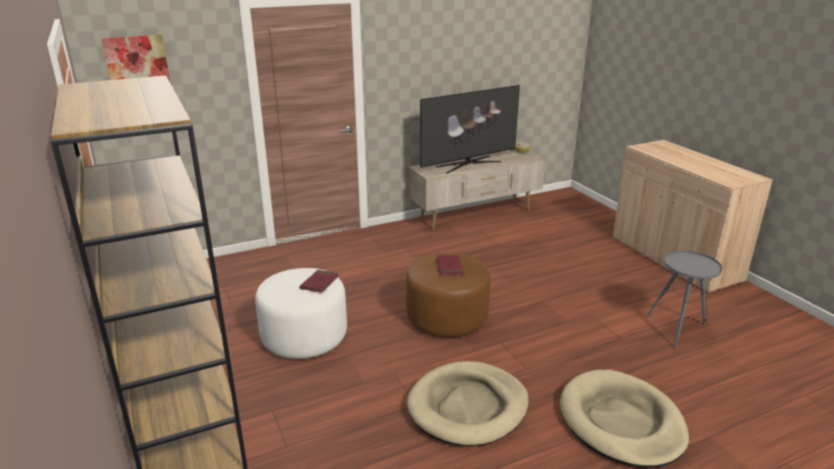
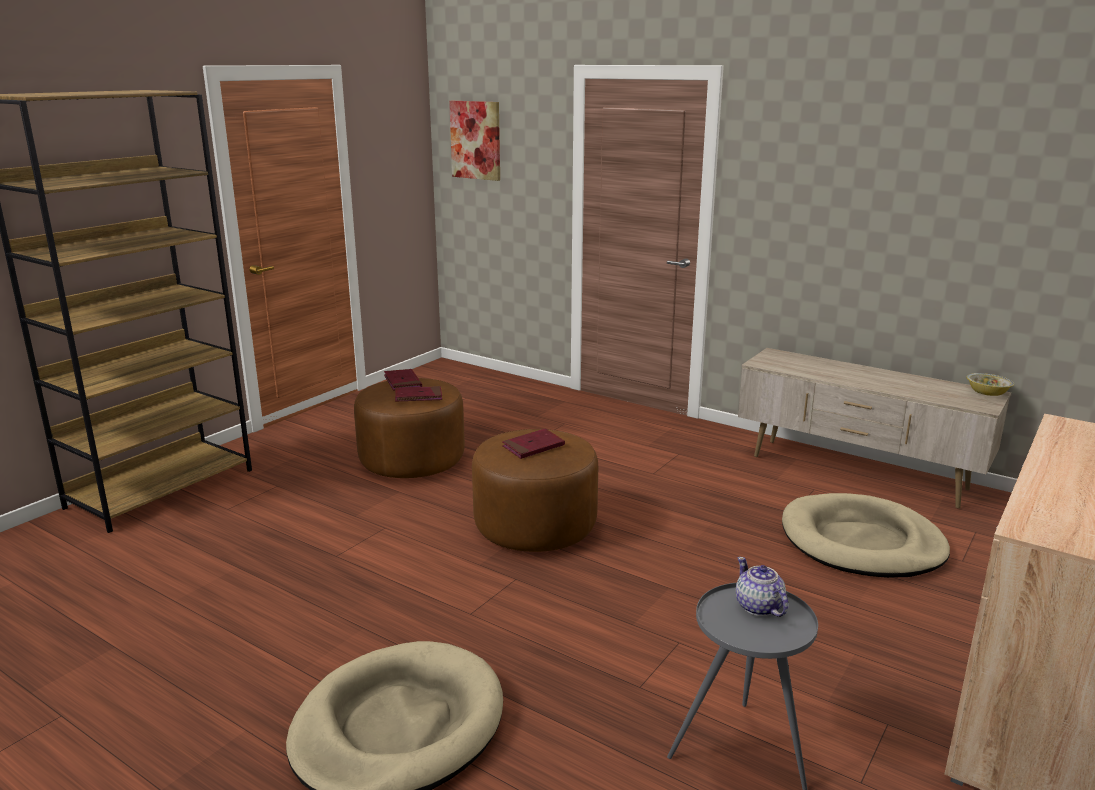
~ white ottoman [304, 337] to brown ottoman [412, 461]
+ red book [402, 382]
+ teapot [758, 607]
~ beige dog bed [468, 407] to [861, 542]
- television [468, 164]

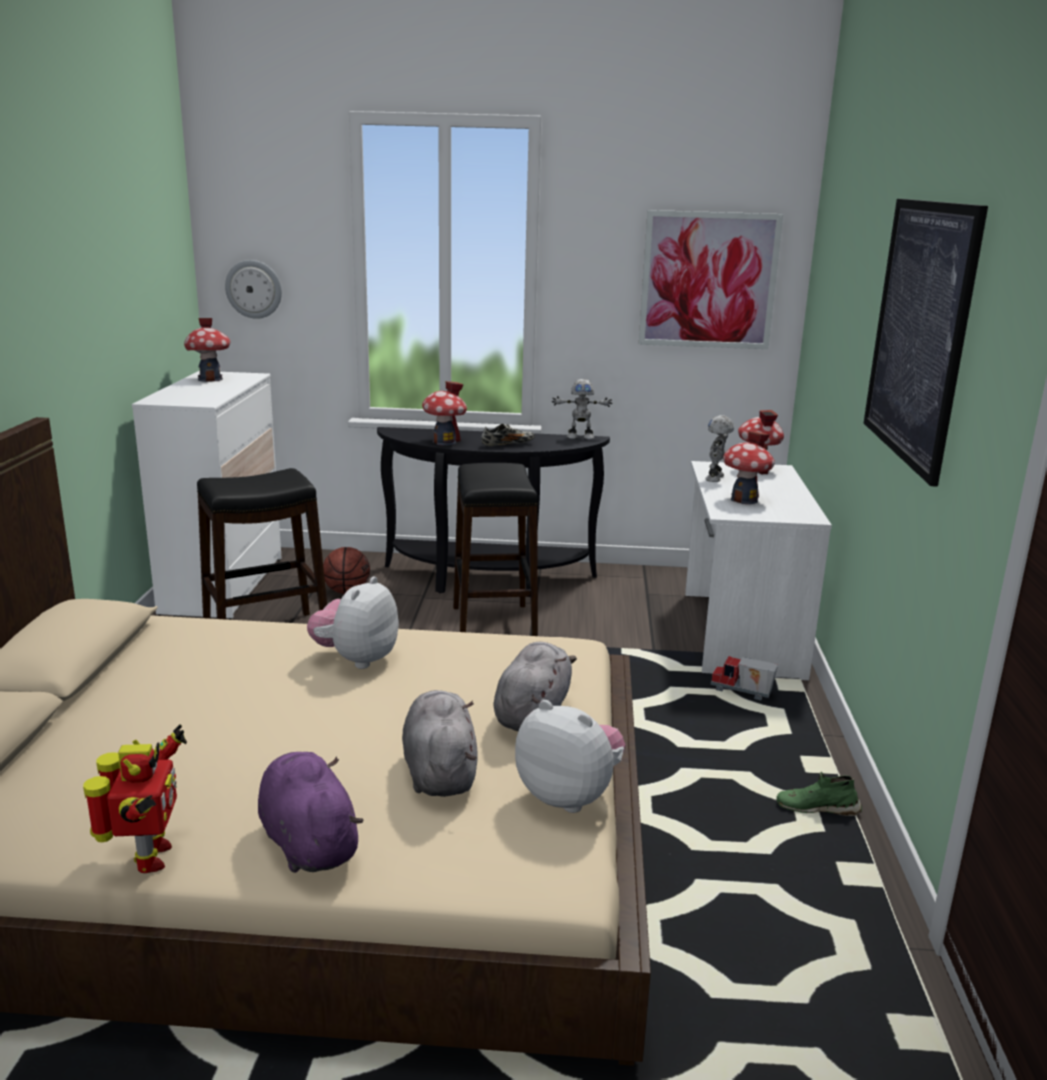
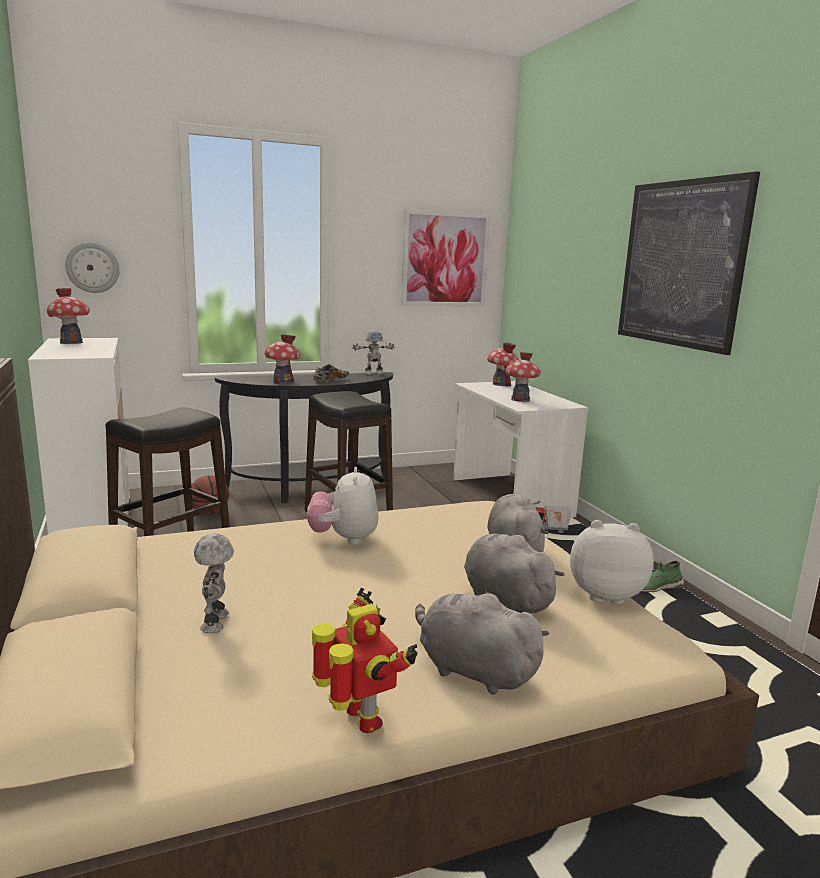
~ toy robot [715, 478] to [217, 622]
~ purple plush toy [308, 842] to grey plush toy [472, 670]

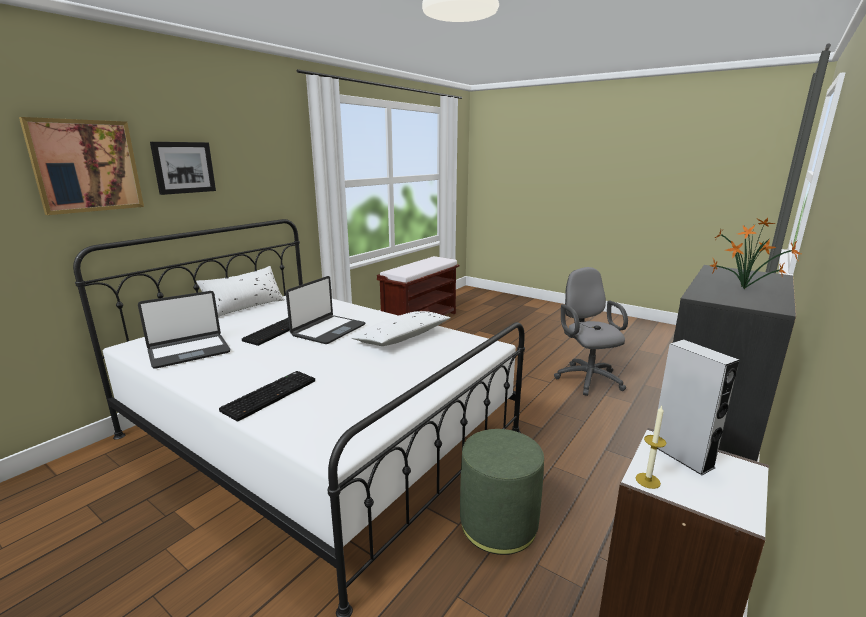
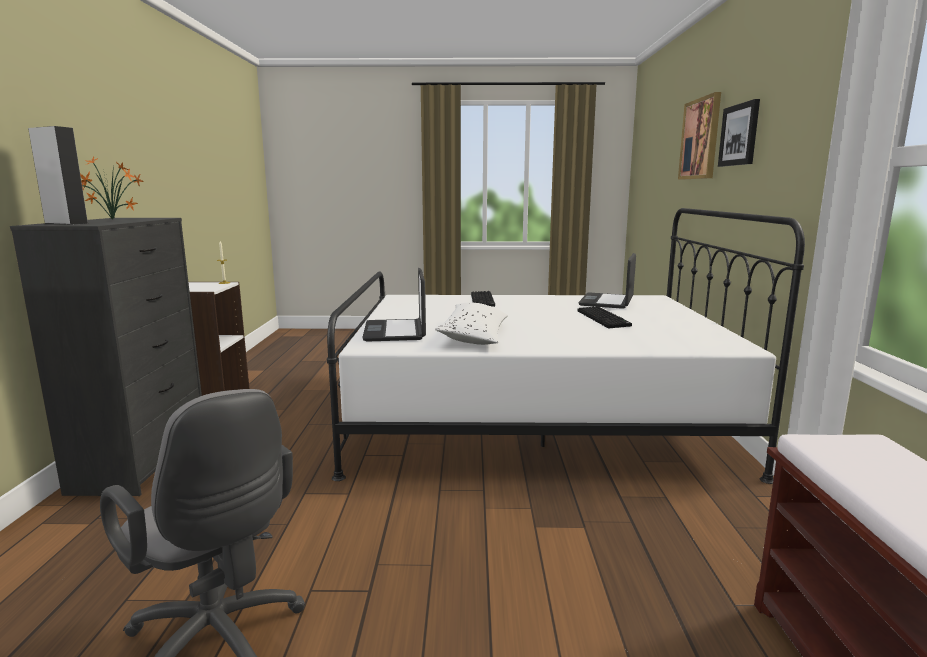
~ grey speaker [681, 455] to [66, 223]
~ laptop [328, 330] to [396, 331]
- white pillow [245, 307]
- green ottoman [498, 524]

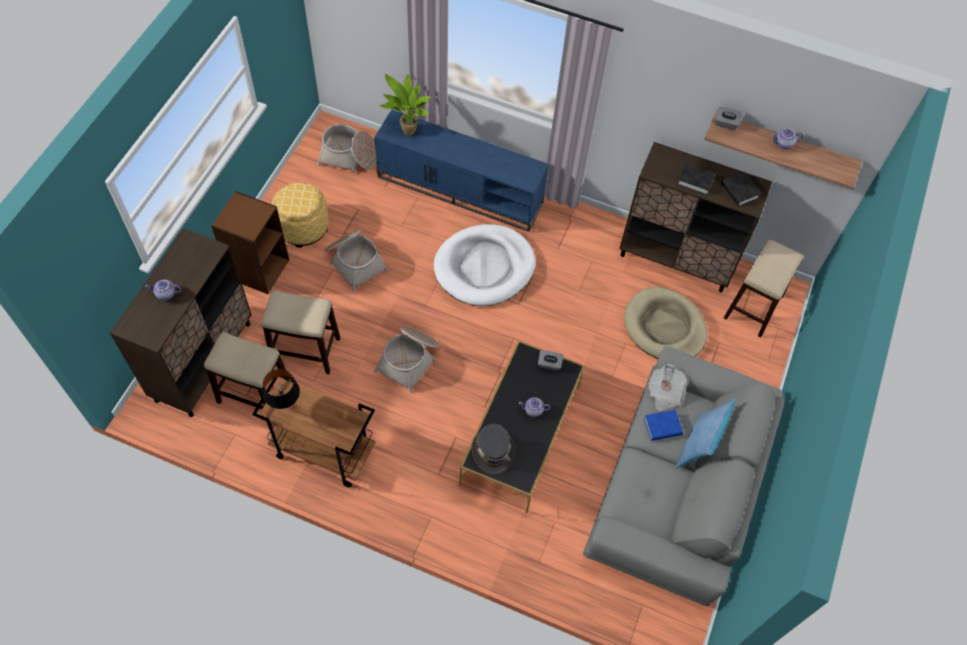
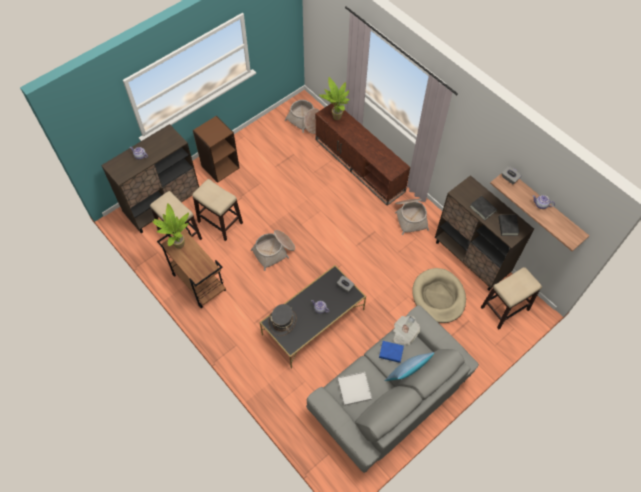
~ black table lamp [286, 406] to potted plant [178, 245]
~ blue tv stand [461, 189] to brown tv stand [360, 165]
+ white tray [354, 389]
~ basket [354, 262] to [410, 217]
- ottoman [303, 227]
- white dog bed [484, 267]

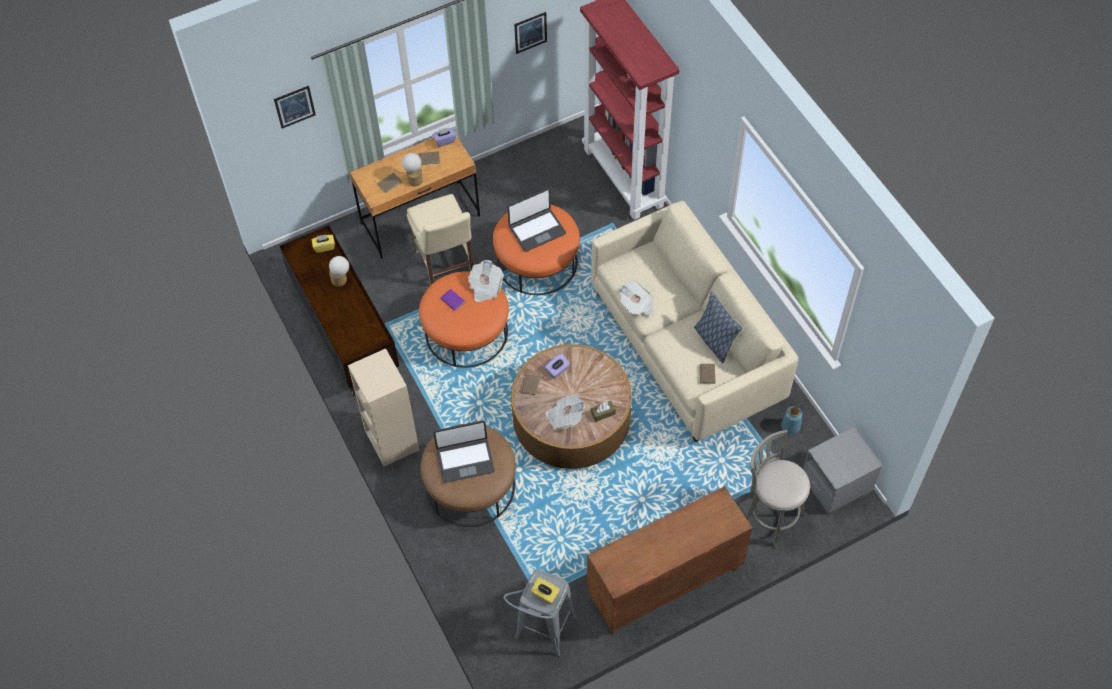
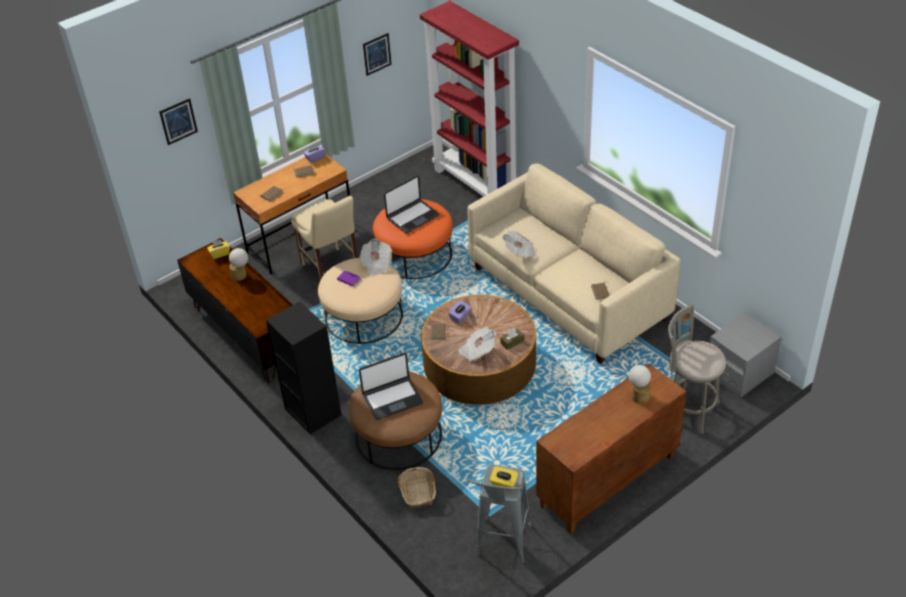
~ beige bookcase [391, 440] to black bookcase [312, 411]
~ orange ottoman [466, 332] to beige ottoman [363, 316]
+ basket [418, 492]
~ table lamp [414, 178] to [638, 395]
- pillow [714, 341]

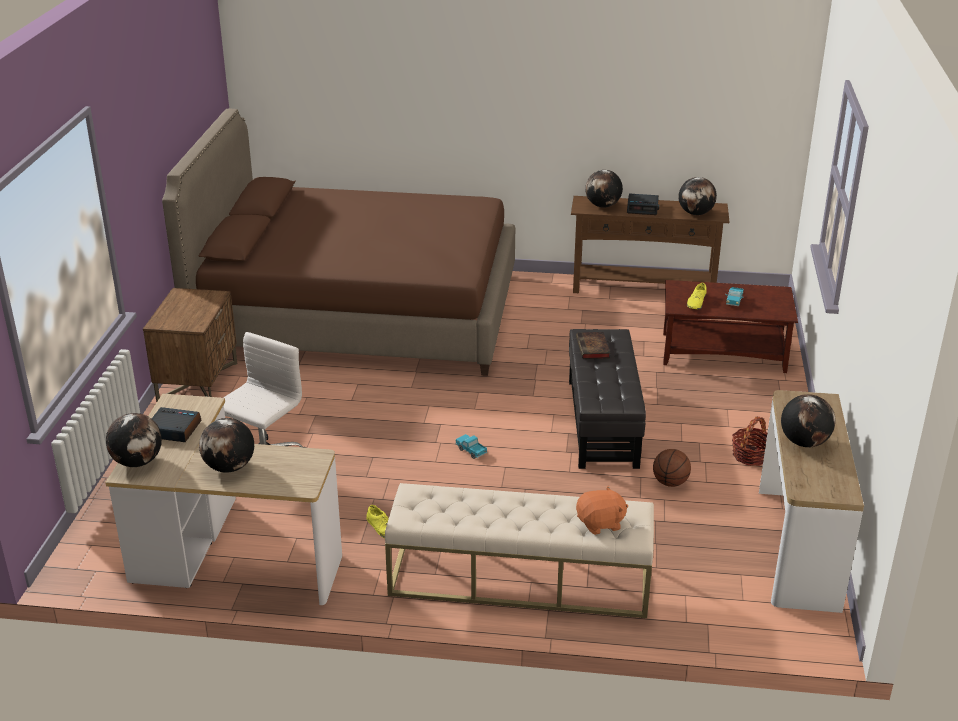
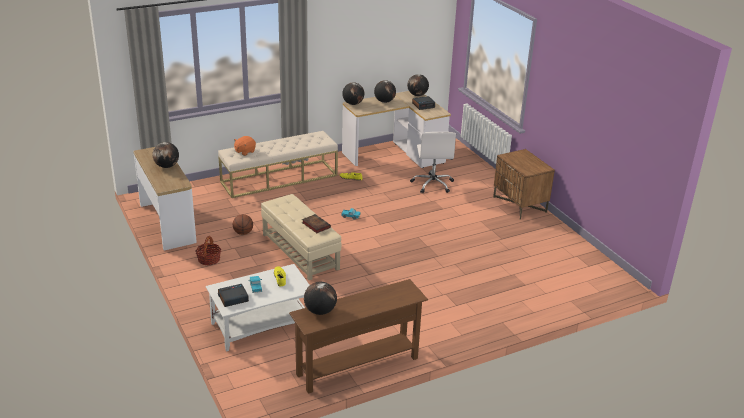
~ brown coffee table [724, 352] to white coffee table [261, 325]
~ alarm clock [643, 208] to [233, 298]
~ black ottoman [603, 422] to beige ottoman [300, 251]
~ globe [603, 206] to [353, 104]
- brown bed [358, 313]

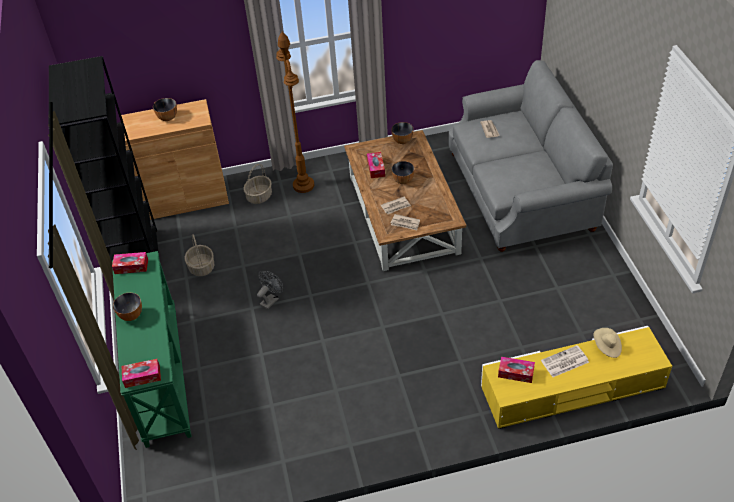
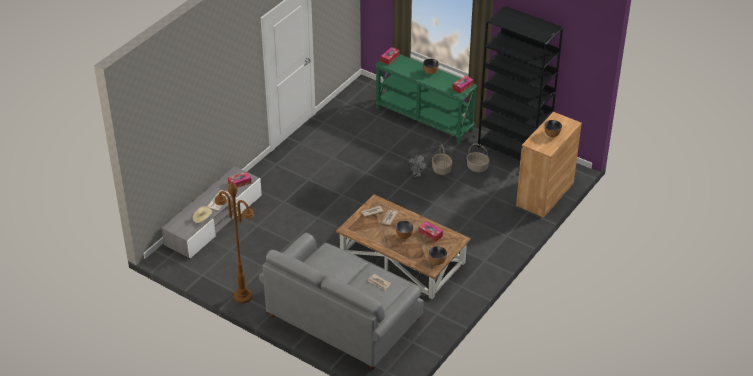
~ yellow tv stand [572, 388] to grey tv stand [214, 220]
~ brown floor lamp [303, 185] to [242, 296]
~ basket [259, 196] to [442, 169]

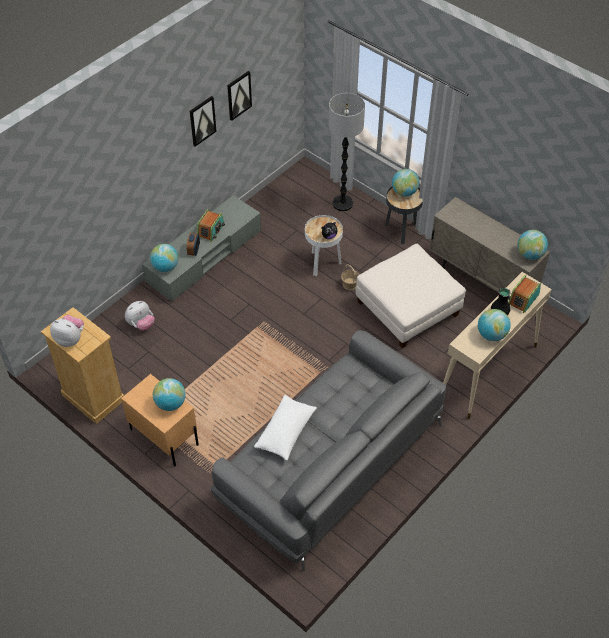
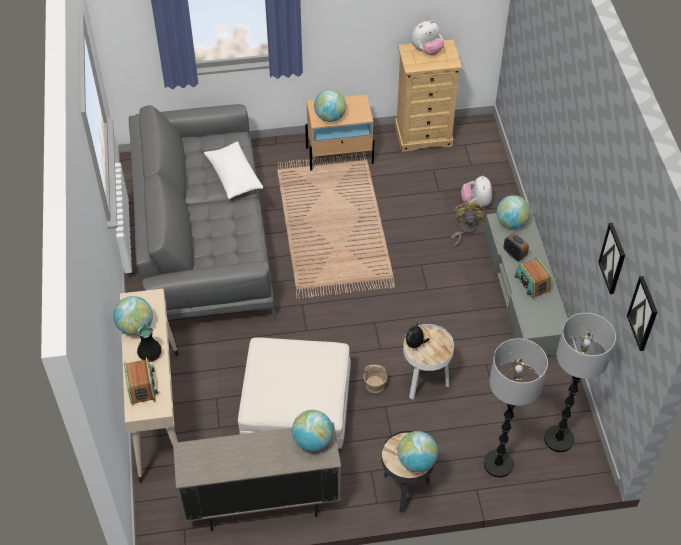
~ globe [530, 254] to [312, 441]
+ yellow fan [465, 230]
+ floor lamp [558, 439]
~ picture [202, 120] to [643, 313]

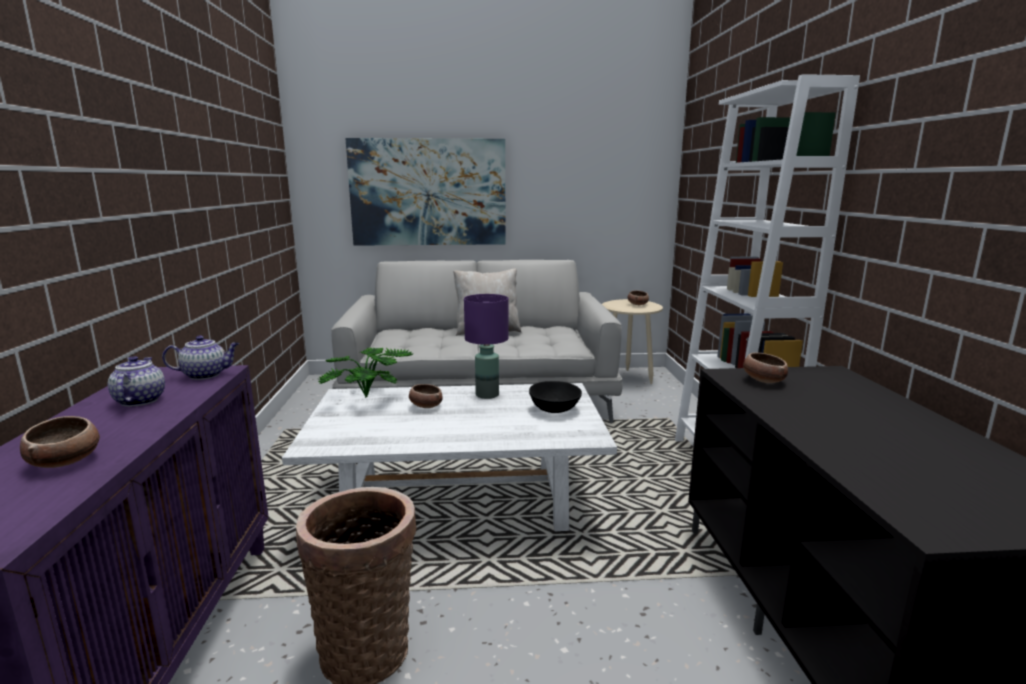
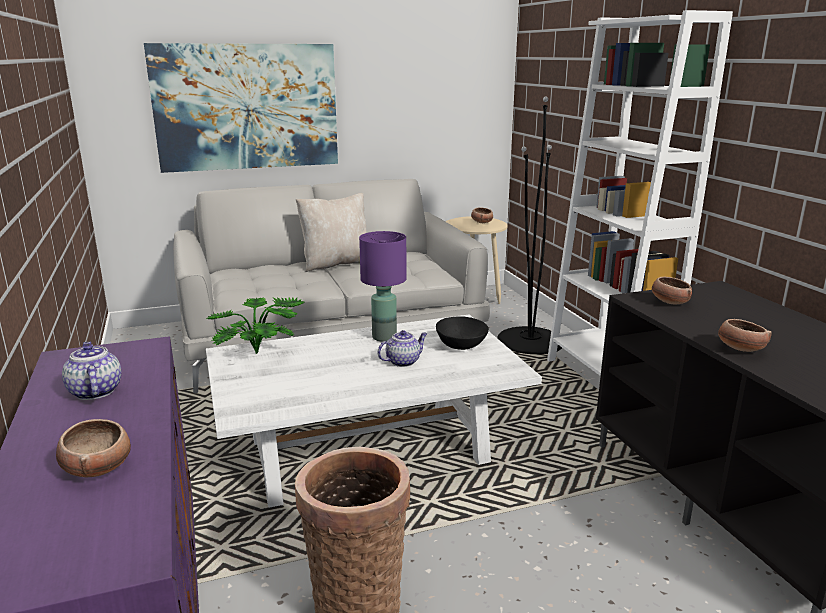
~ teapot [206, 375] to [403, 361]
+ black floor lamp [530, 341]
~ bowl [425, 406] to [739, 349]

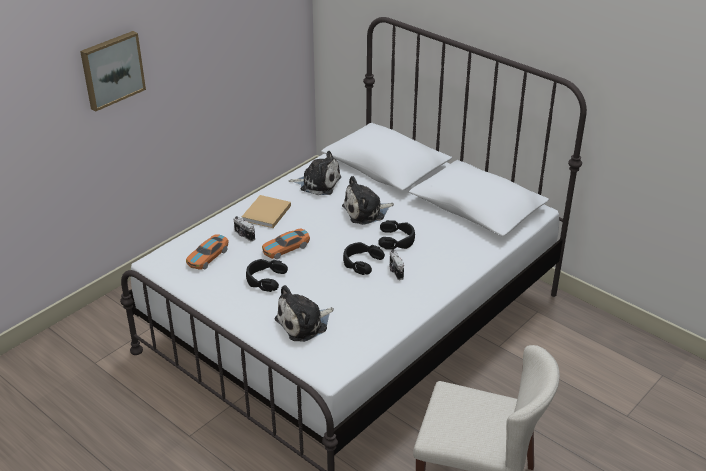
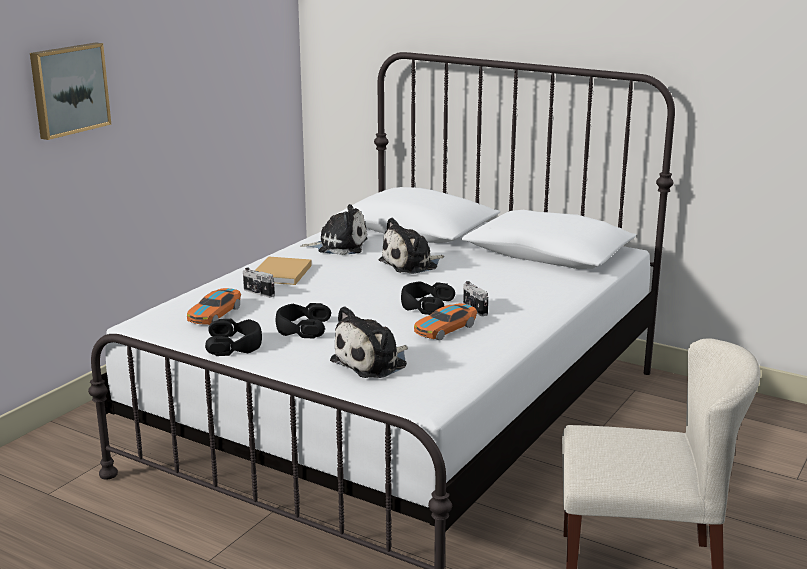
~ black headphones [396, 240] to [235, 345]
~ toy car [286, 248] to [445, 329]

